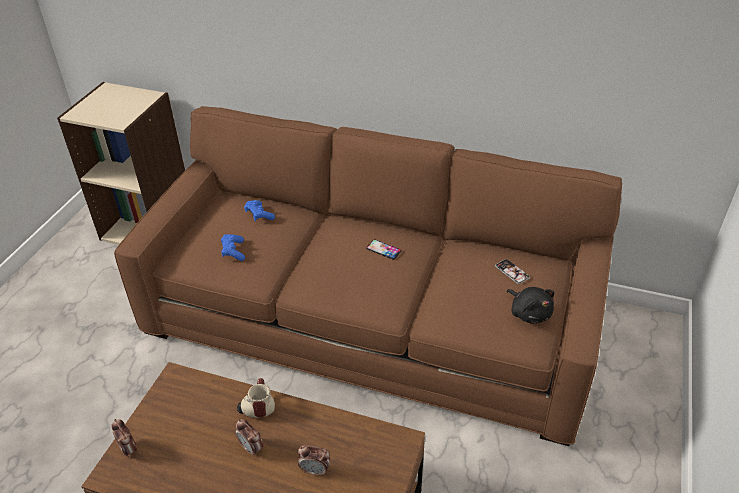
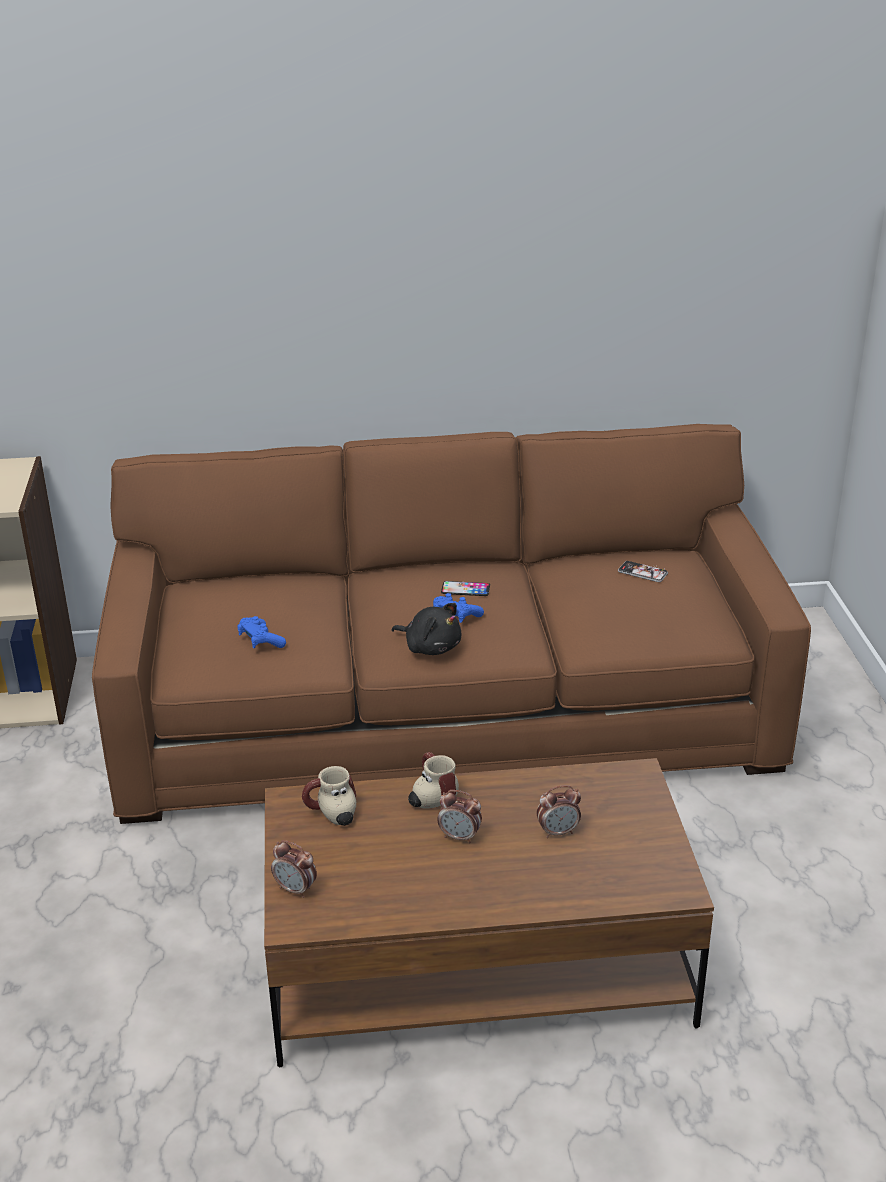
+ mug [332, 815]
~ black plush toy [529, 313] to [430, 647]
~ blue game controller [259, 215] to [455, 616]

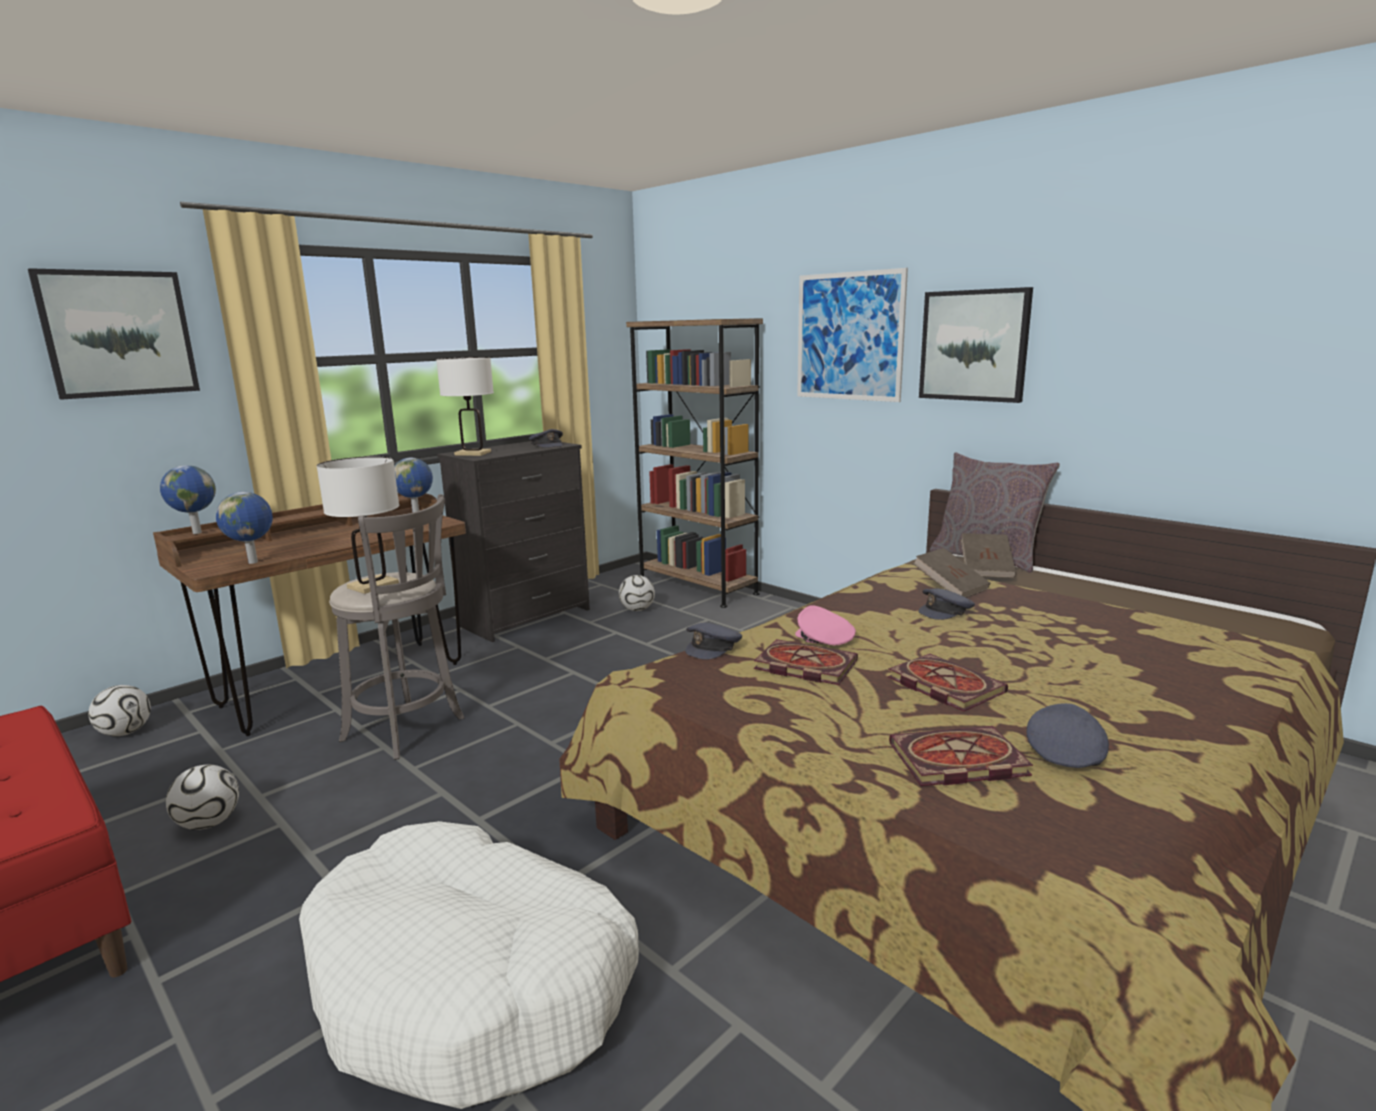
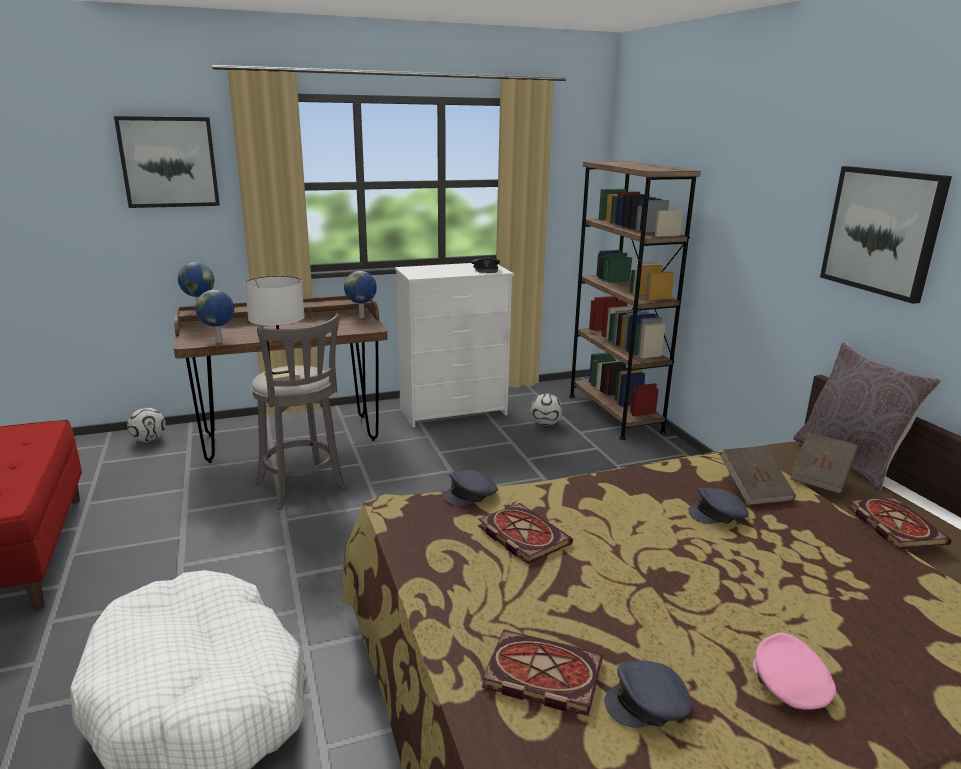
~ black dresser [527, 617] to white dresser [454, 411]
~ grey cap [1063, 752] = [649, 705] 150 degrees counterclockwise
~ pink cap [823, 639] to [787, 684]
~ book [941, 685] to [892, 525]
- football [209, 823]
- white table lamp [473, 453]
- picture [849, 336]

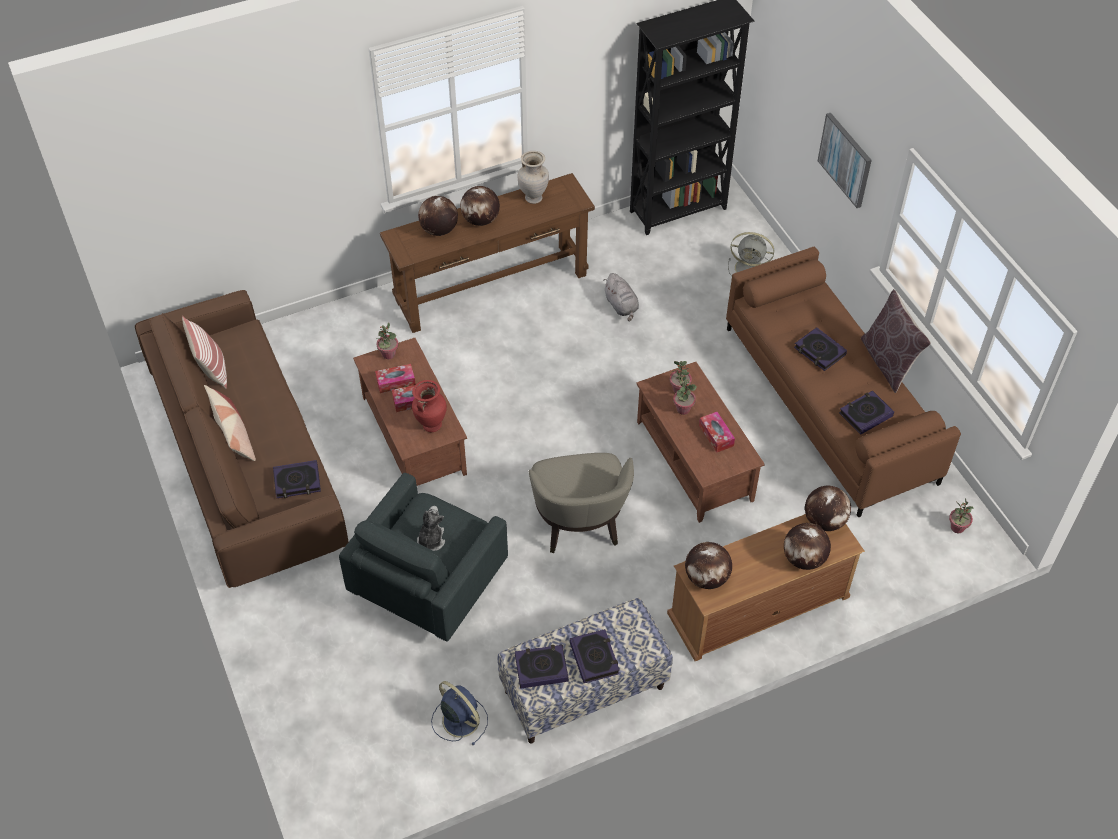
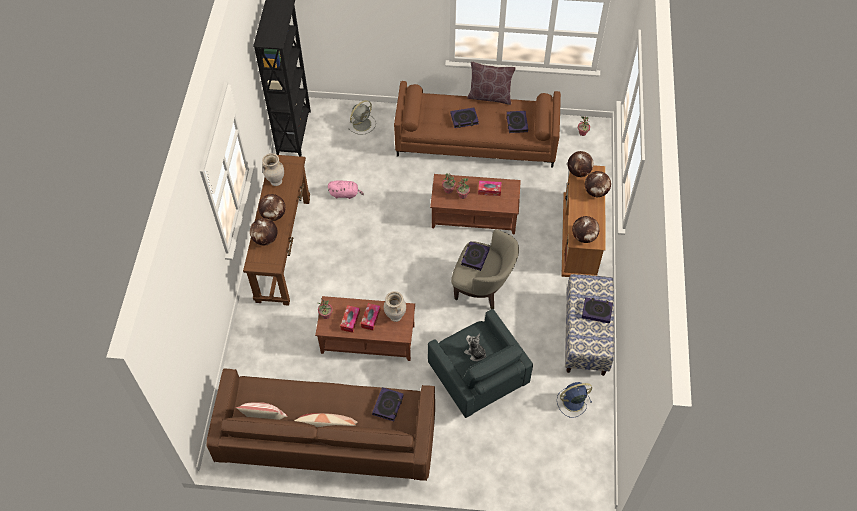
~ grey plush toy [621, 306] to pink plush toy [345, 194]
~ red vase [431, 425] to beige vase [395, 317]
~ book [541, 668] to [475, 257]
- picture [845, 159]

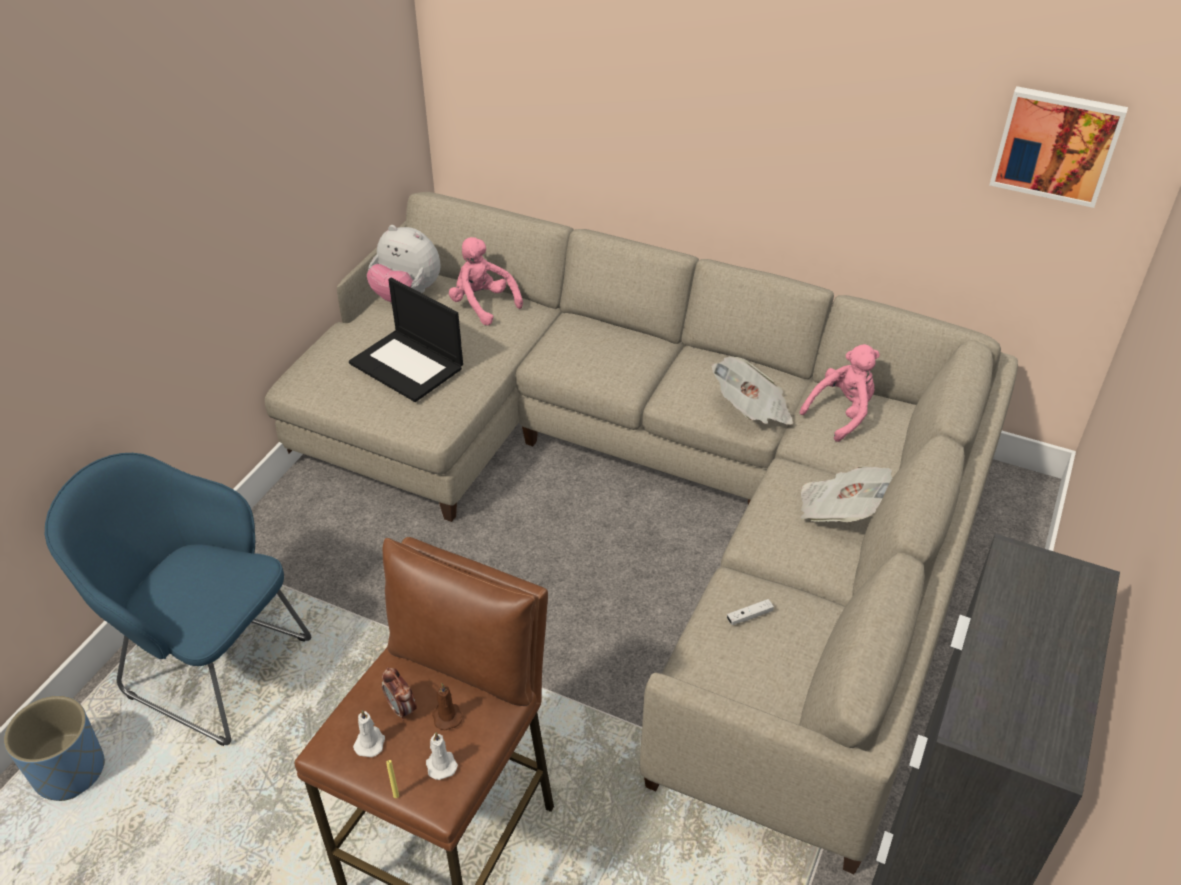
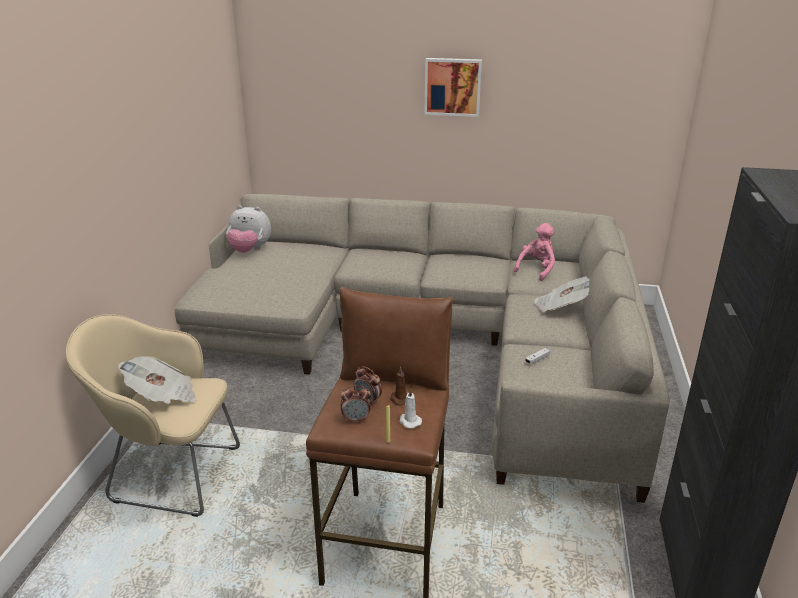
~ blue armchair [209, 666] to beige armchair [170, 475]
~ newspaper [752, 410] to [163, 396]
~ white candle [370, 742] to alarm clock [356, 419]
~ picture [1056, 144] to [453, 86]
- blue planter [69, 771]
- laptop [408, 365]
- pink plush toy [482, 305]

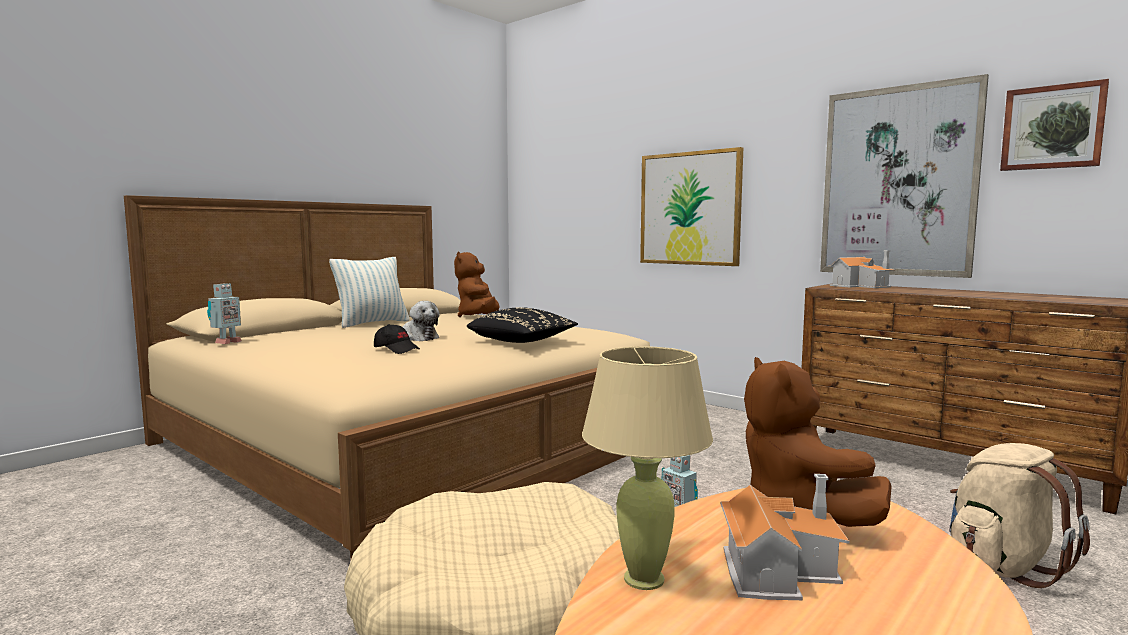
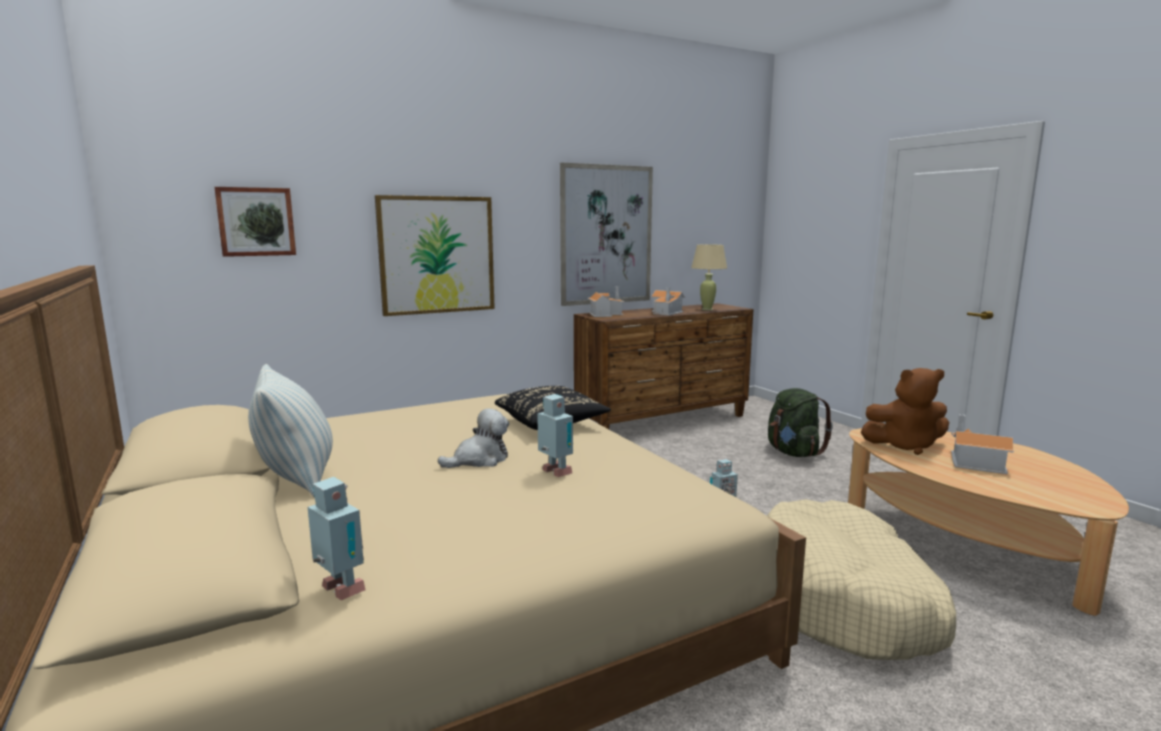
~ picture [1052, 127] to [256, 222]
~ black cap [397, 350] to toy robot [555, 473]
+ toy house [667, 312]
~ beige table lamp [643, 579] to [707, 309]
~ beige backpack [1002, 565] to green backpack [793, 453]
- brown plush toy [478, 317]

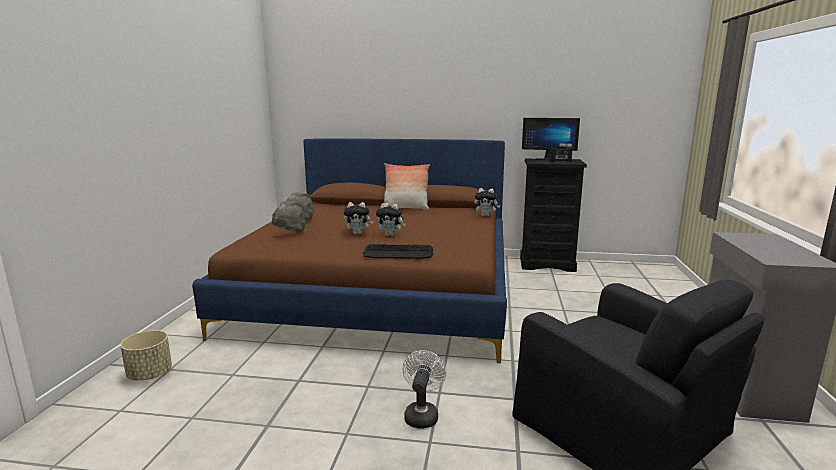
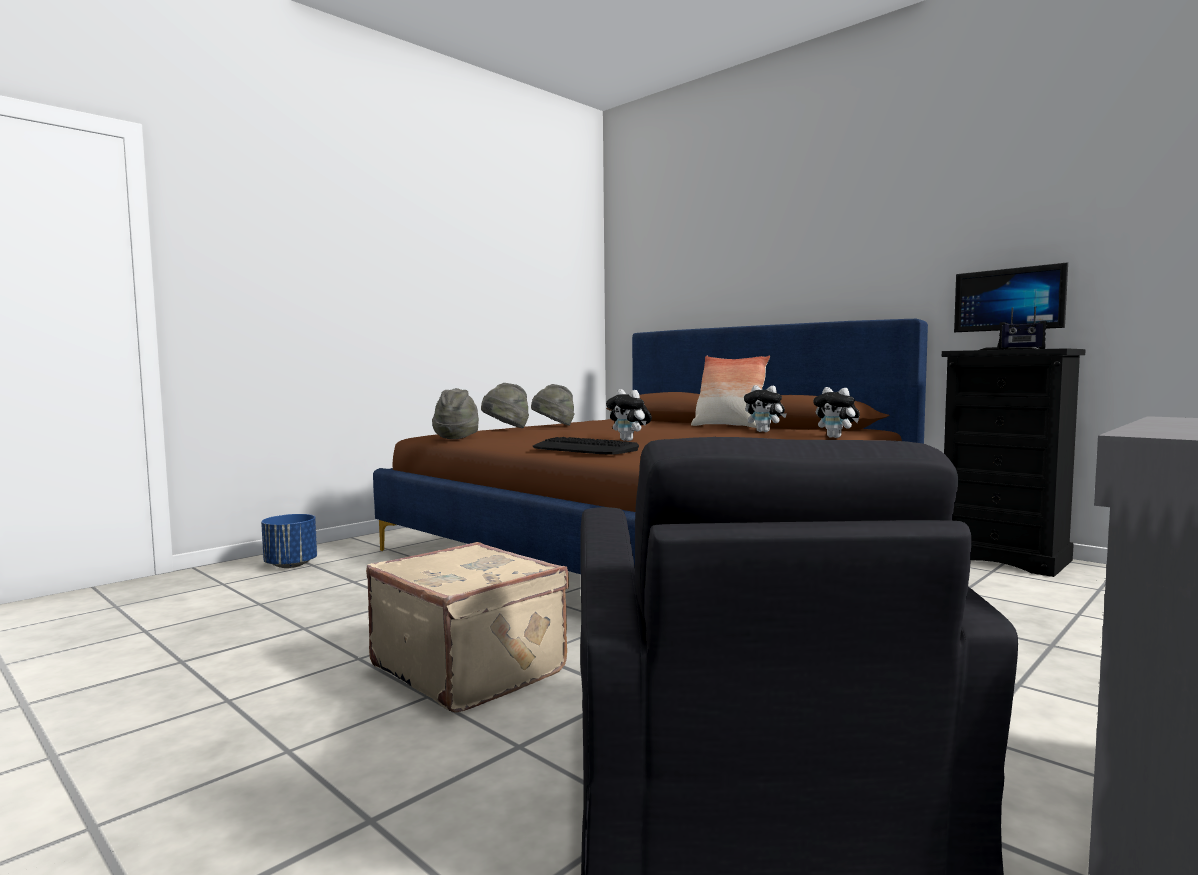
~ beige planter [150, 374] to blue planter [291, 565]
~ white fan [422, 414] to beige suitcase [471, 668]
+ grey hat [457, 437]
~ plush toy [358, 233] to [765, 432]

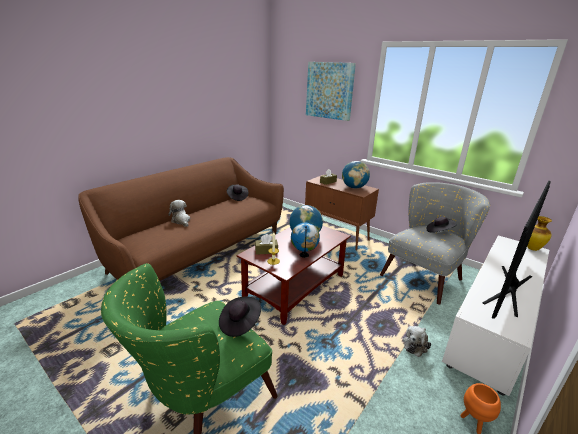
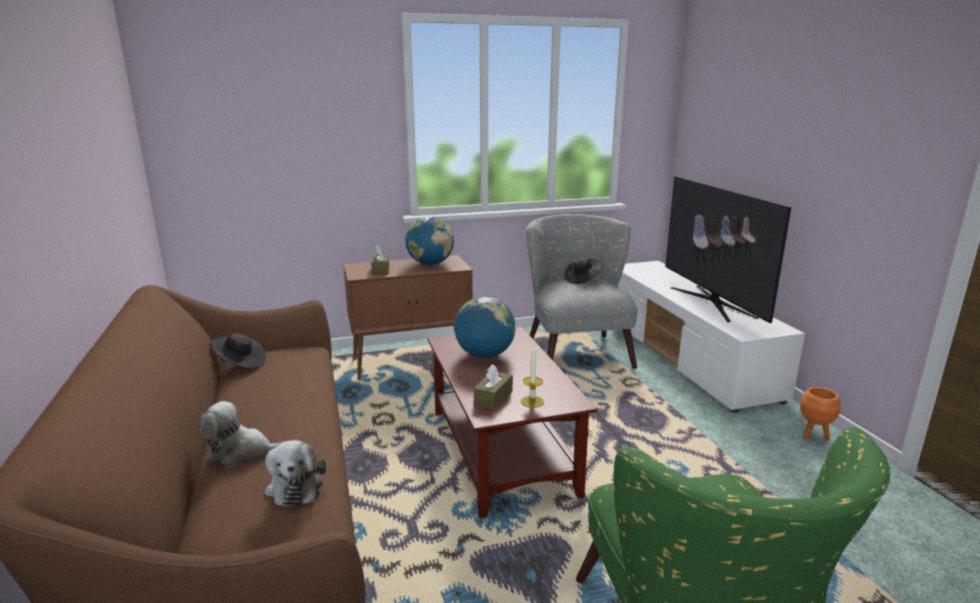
~ plush toy [415, 344] to [295, 485]
- black hat [240, 323]
- globe [304, 255]
- picture [329, 90]
- vase [532, 249]

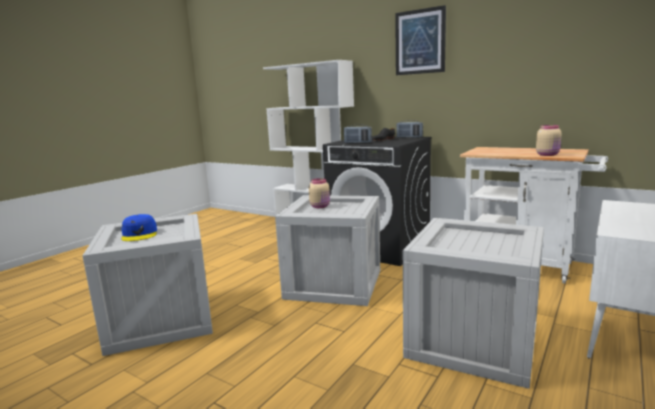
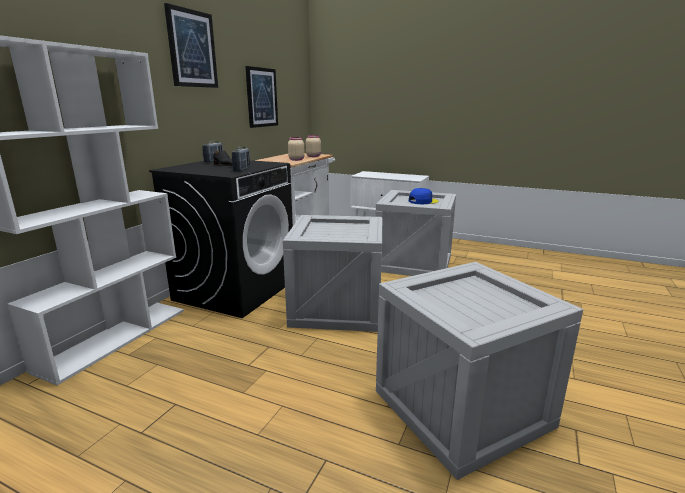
+ picture [261, 97]
~ beige jar [320, 206] to [296, 159]
~ blue cap [140, 234] to [423, 201]

